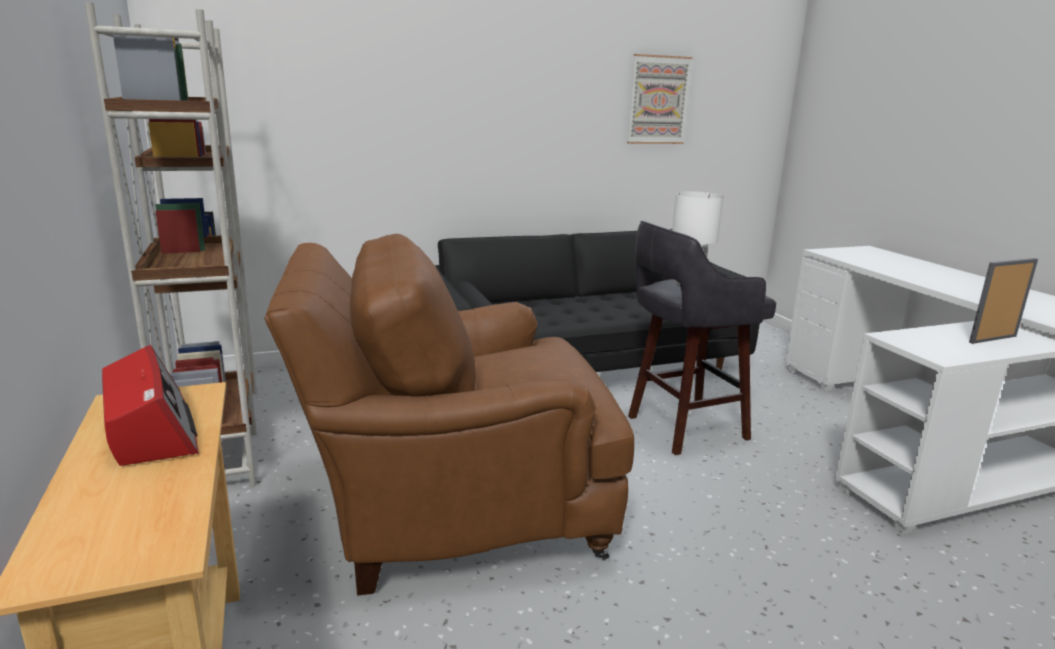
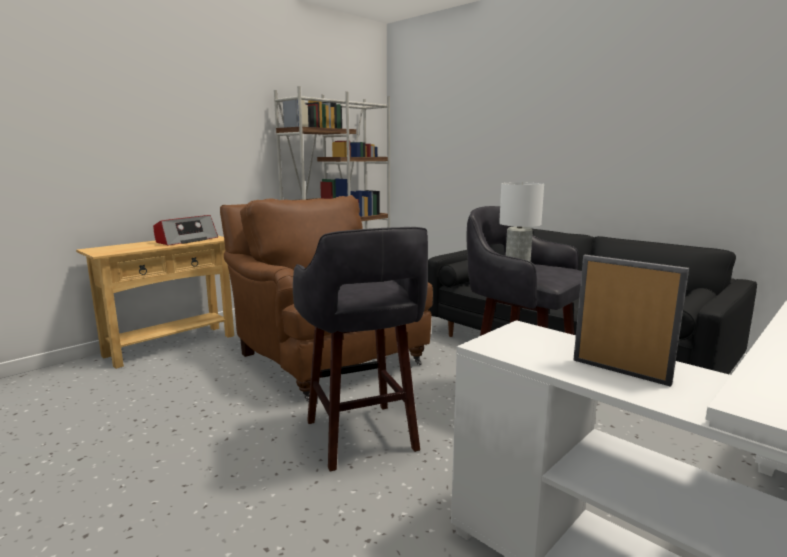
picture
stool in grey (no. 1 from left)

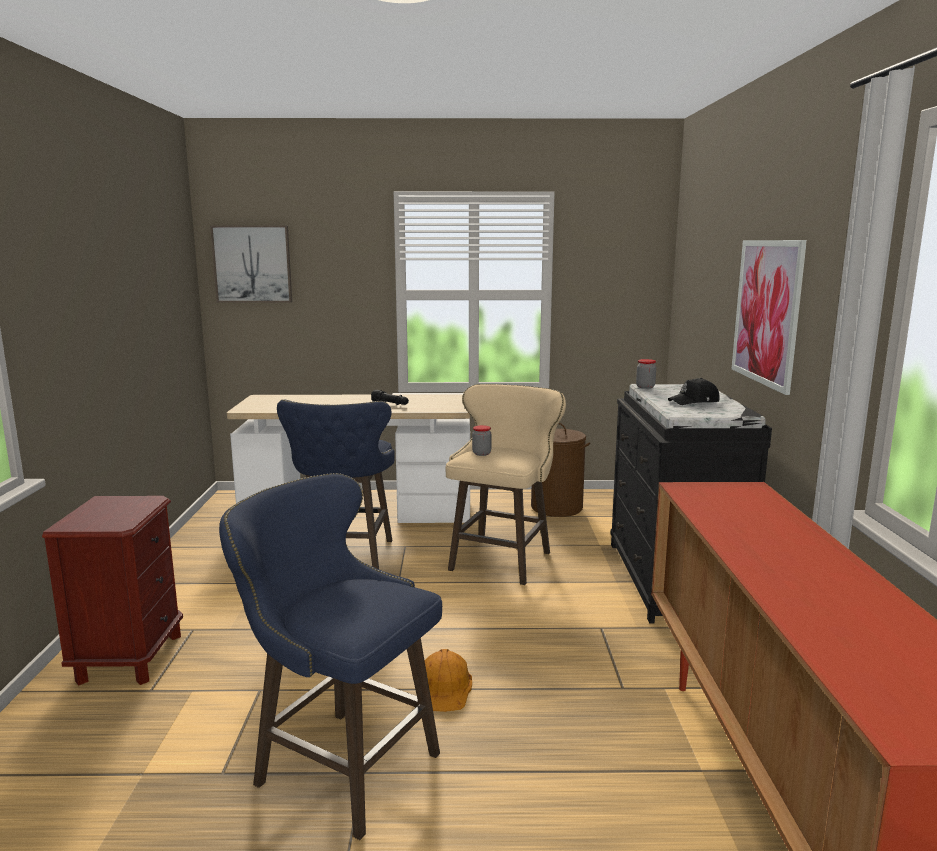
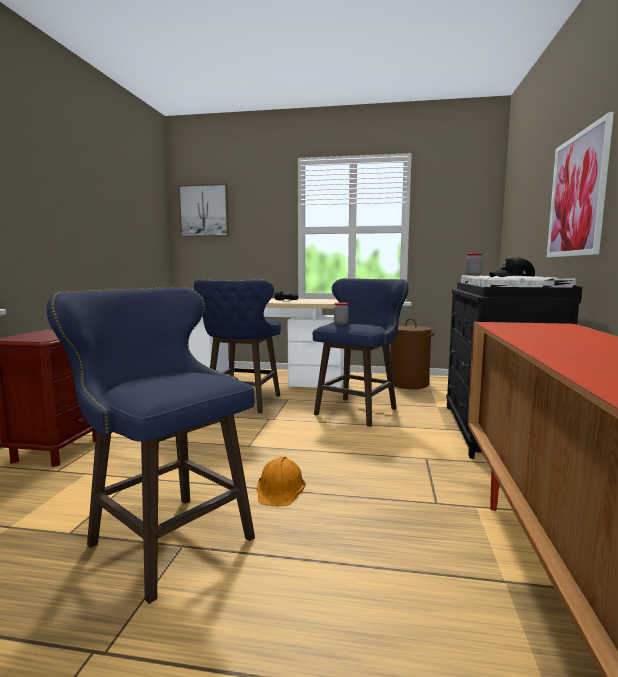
stool in blue (no. 3 from left)

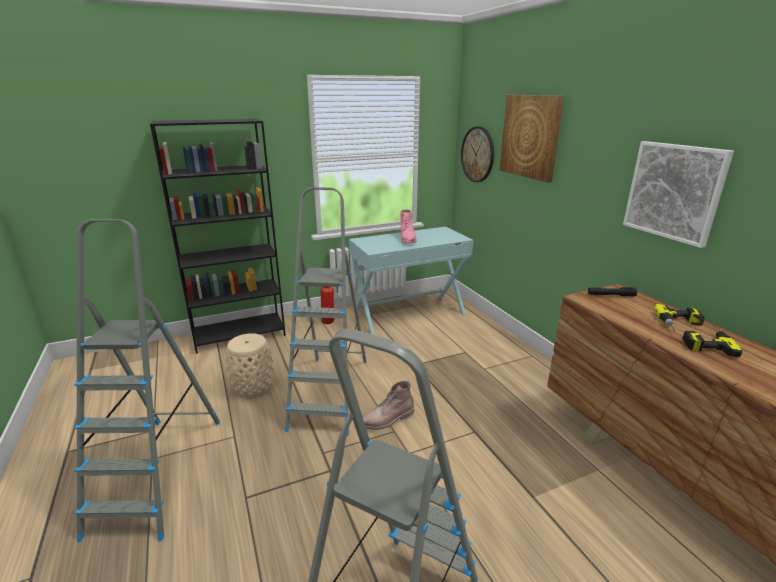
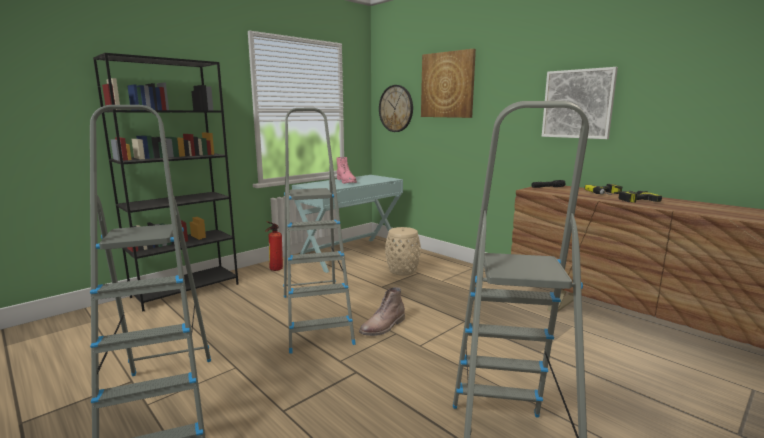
stool in beige

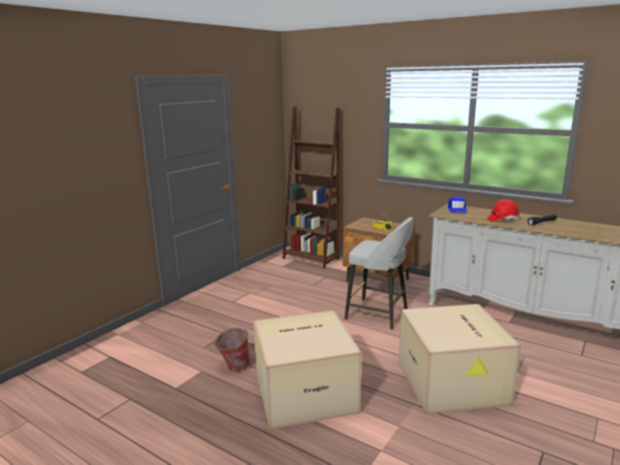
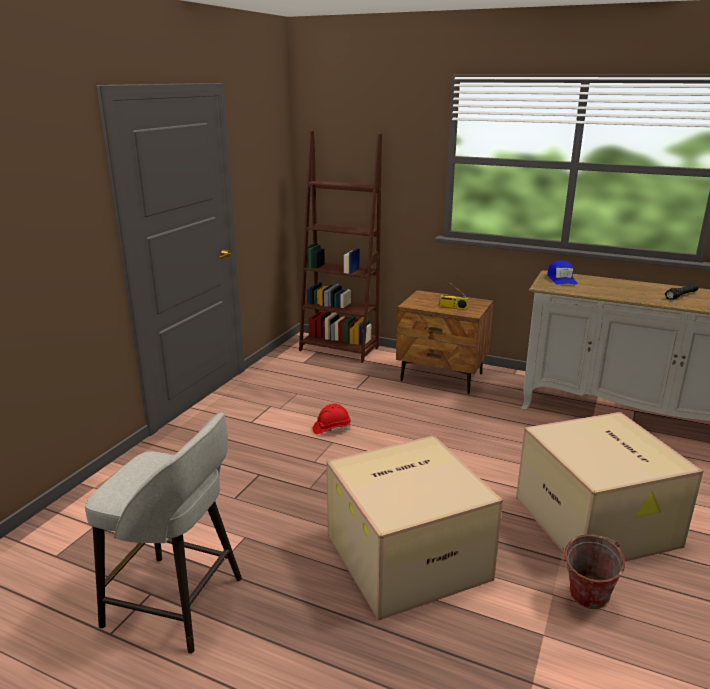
bucket
stool in grey
hard hat in red

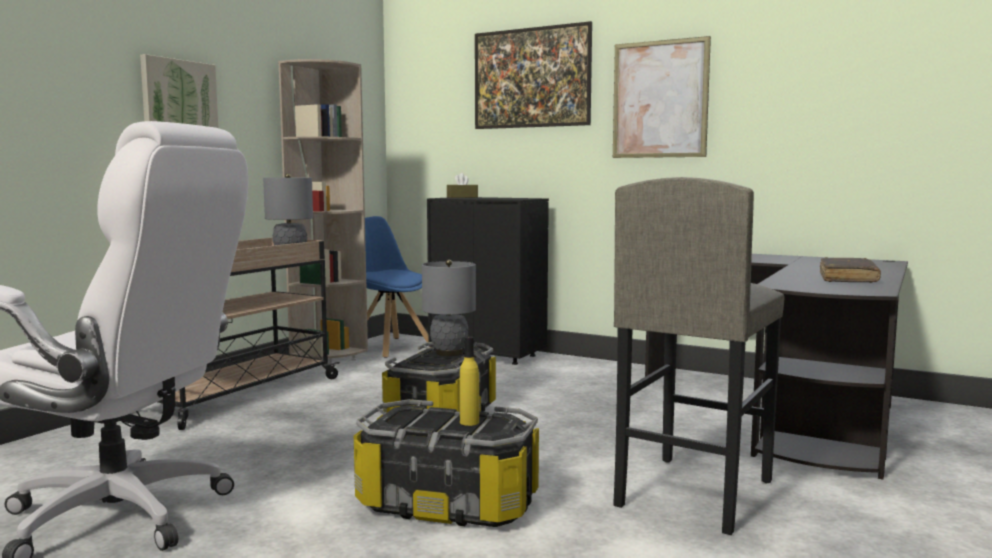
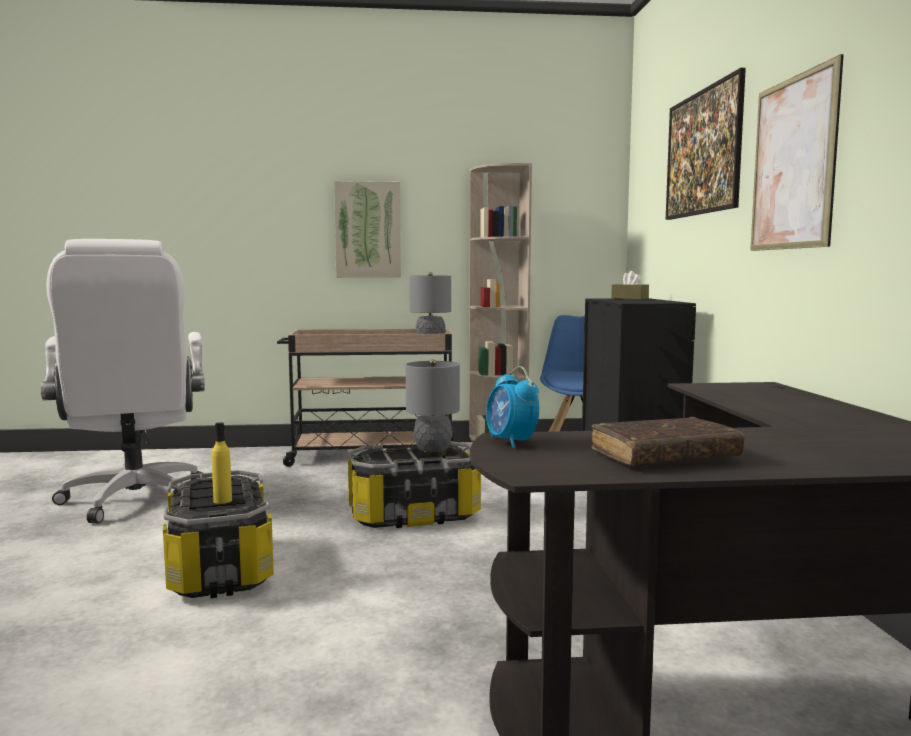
stool in grey
alarm clock

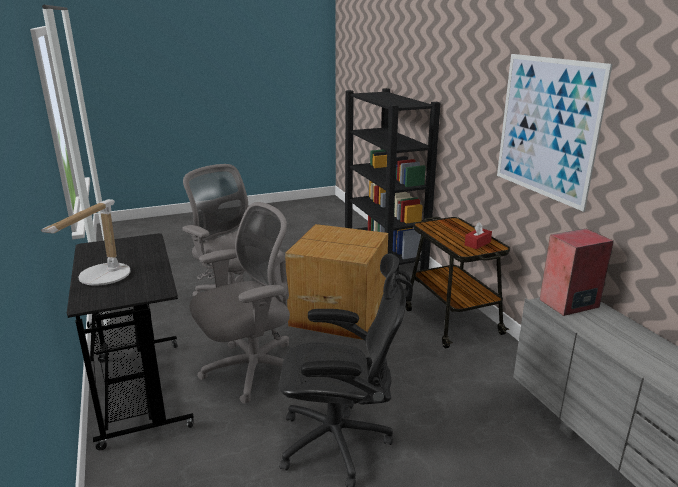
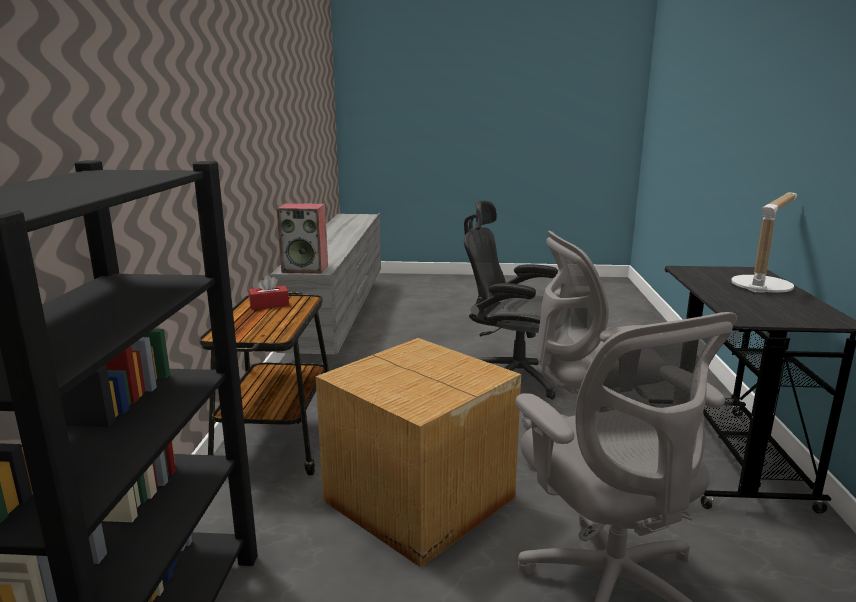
picture

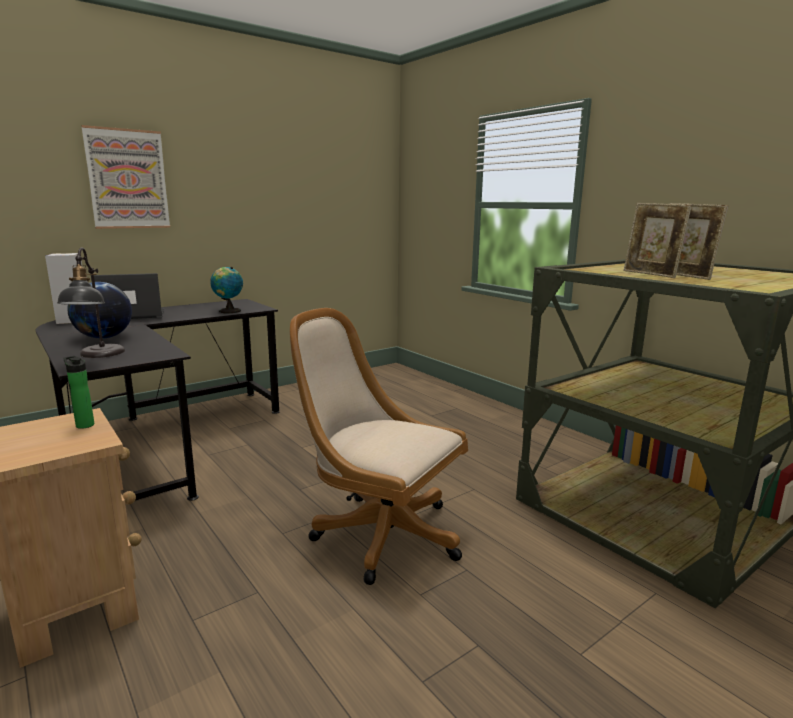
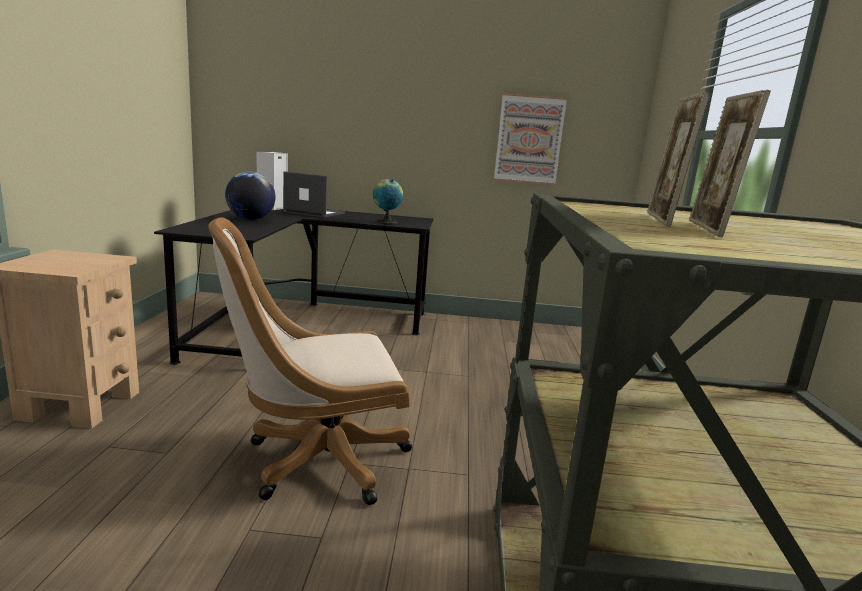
table lamp in grey
bottle
picture
office chair

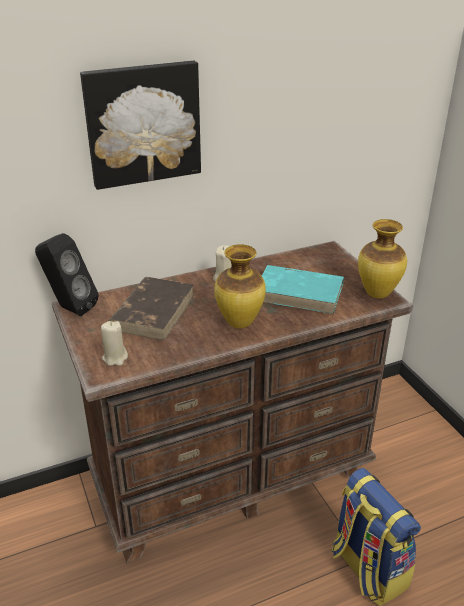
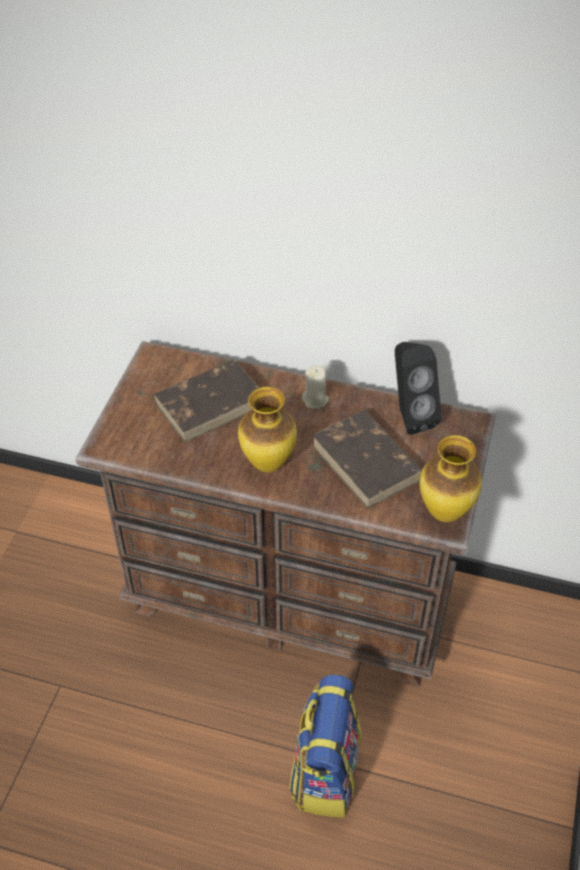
speaker in black
picture
candle in beige (no. 1 from left in the first image)
book in brown (no. 2 from left)

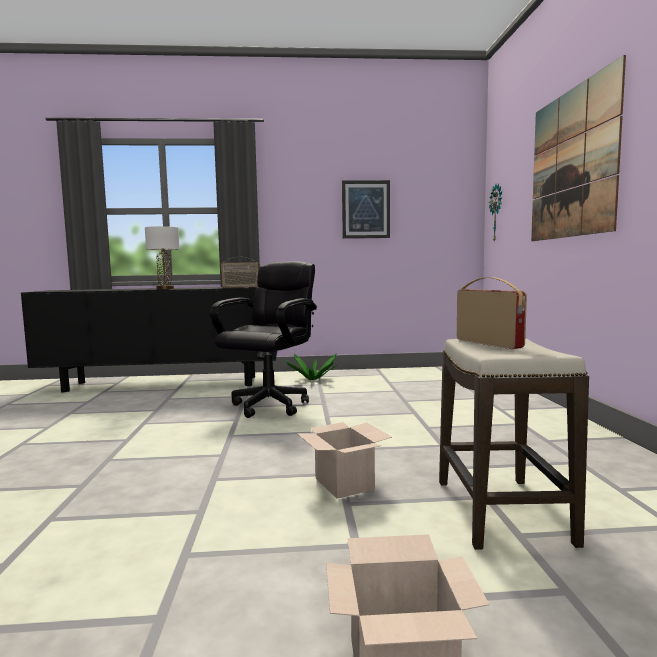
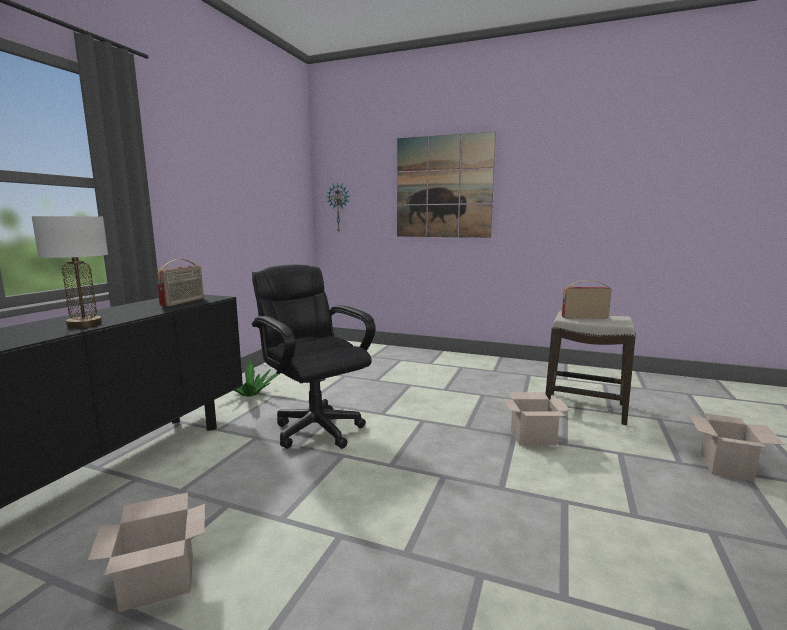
picture (no. 1 from left in the first image)
cardboard box (no. 1 from left)

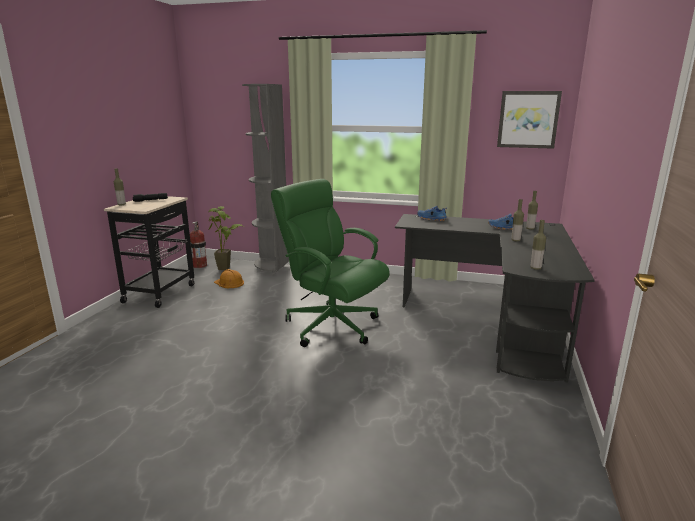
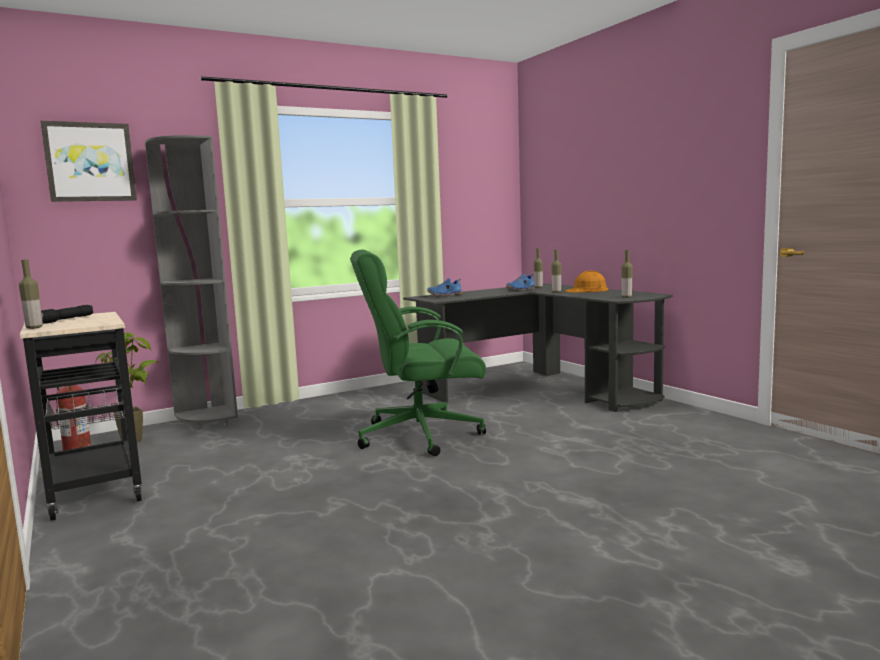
hard hat in orange
picture

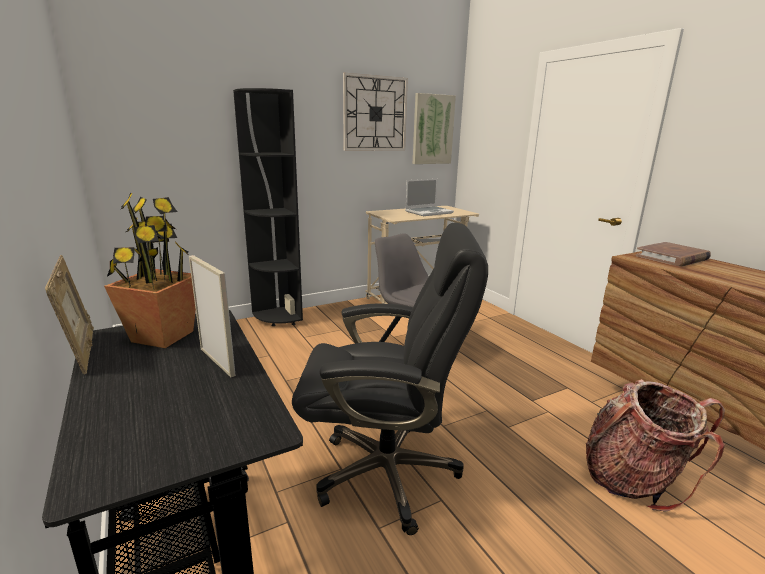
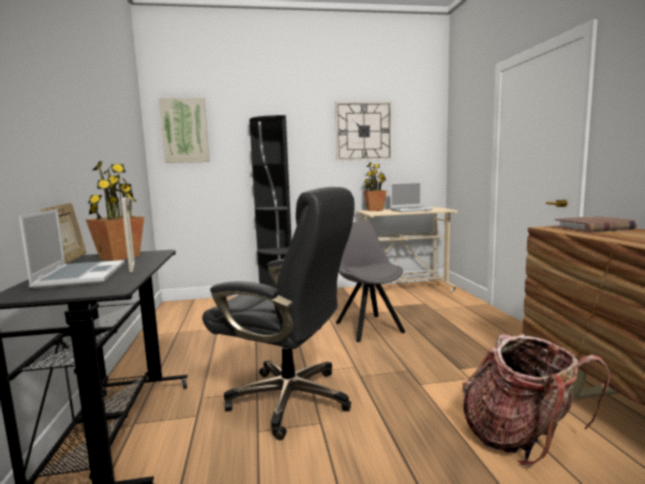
picture
laptop (no. 1 from left)
potted plant (no. 2 from left)

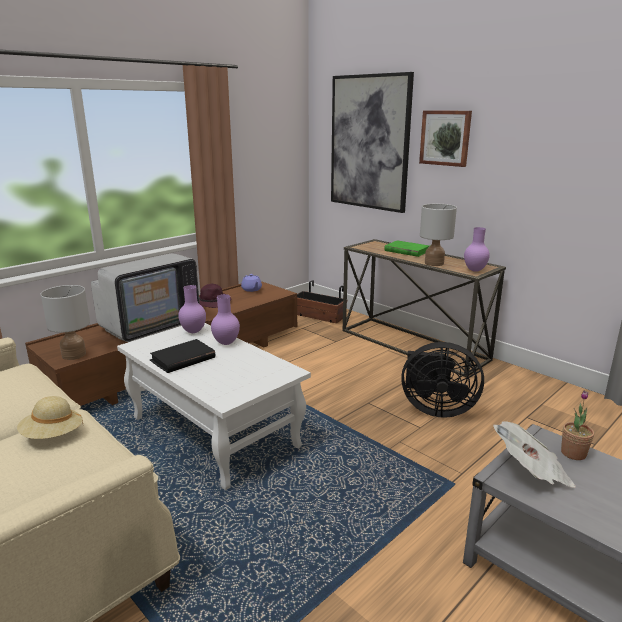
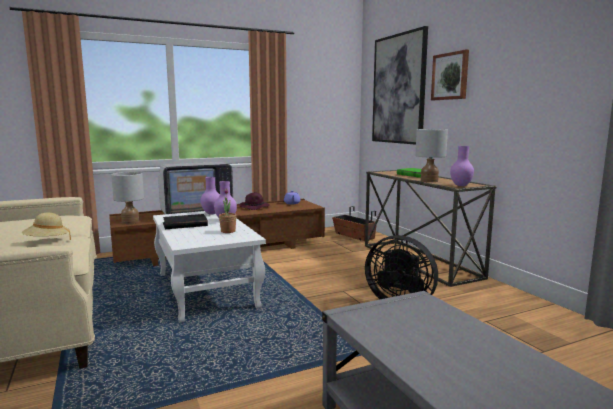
newspaper
potted plant

